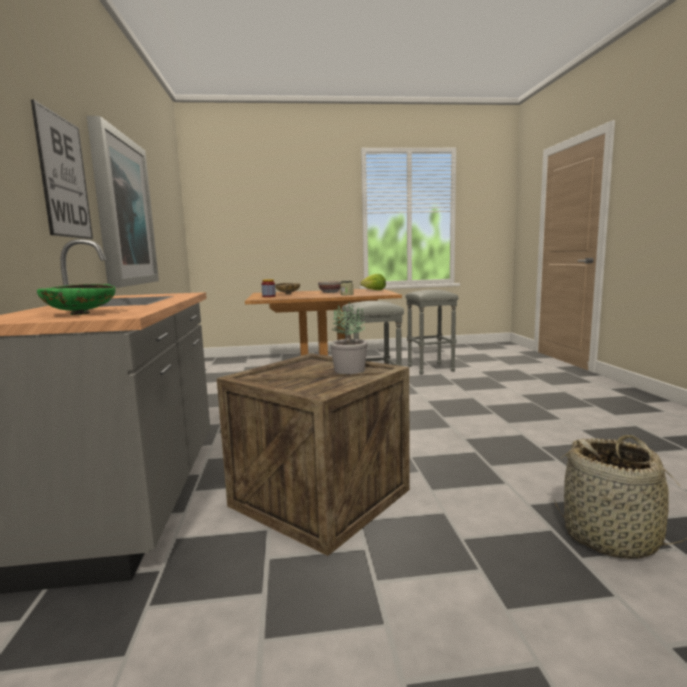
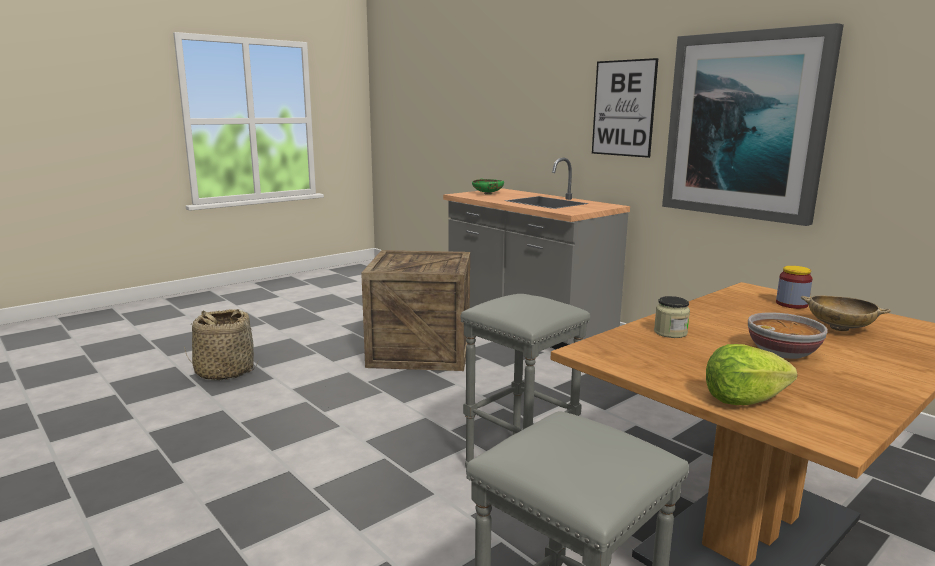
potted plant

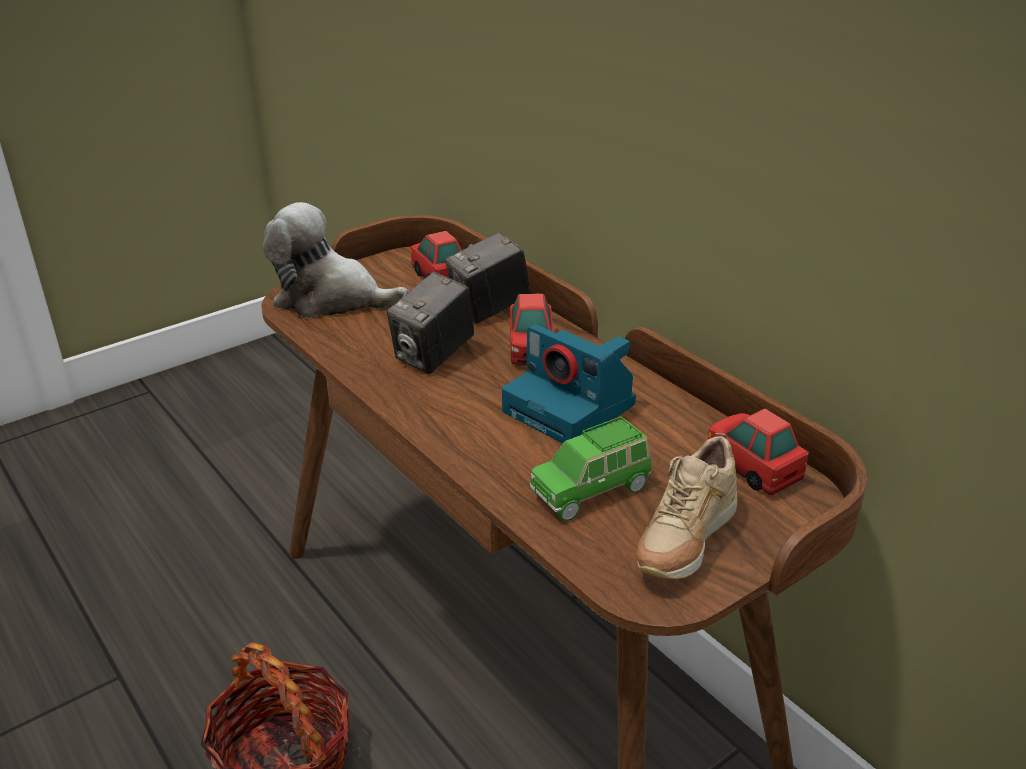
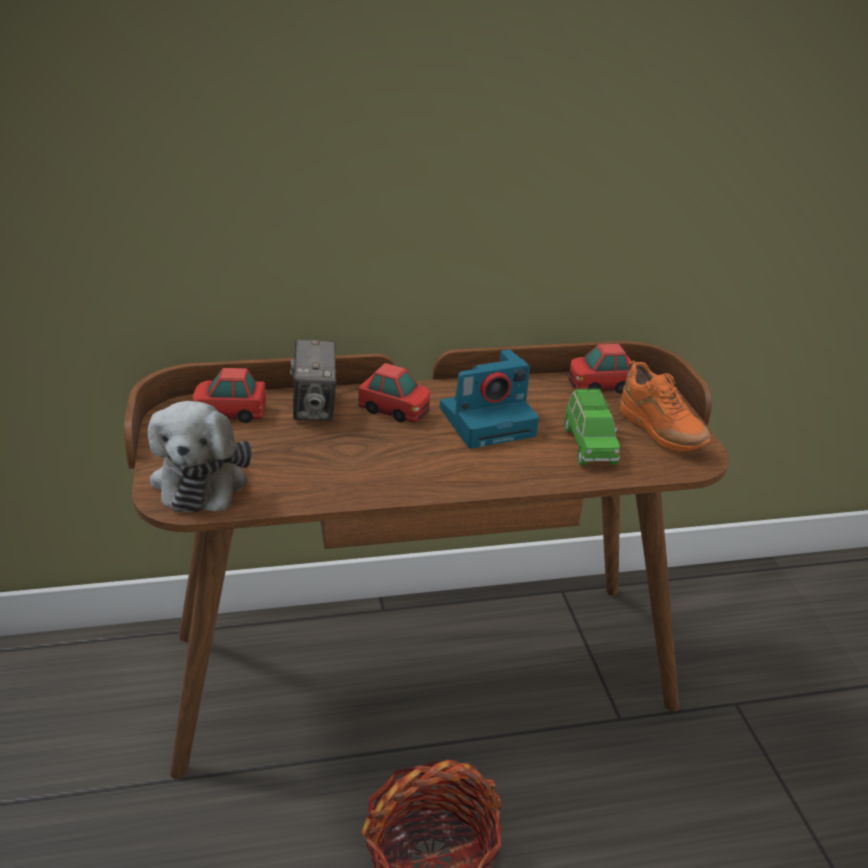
plush toy
photo camera (no. 1 from left in the first image)
shoe in orange

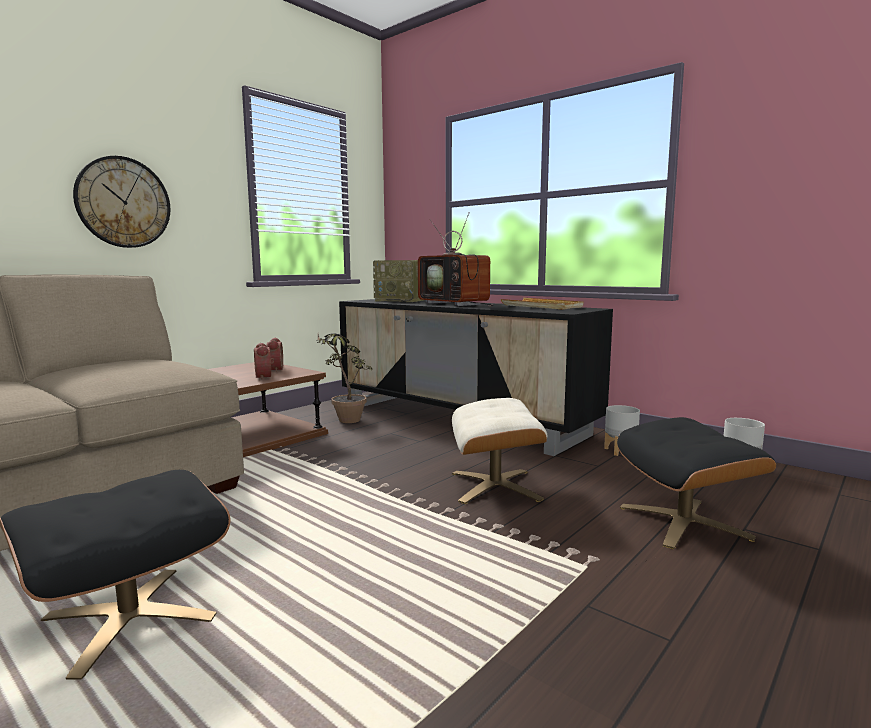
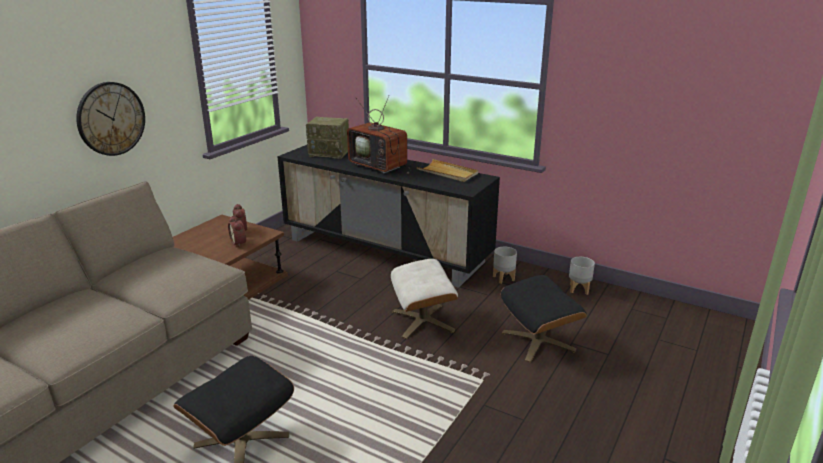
potted plant

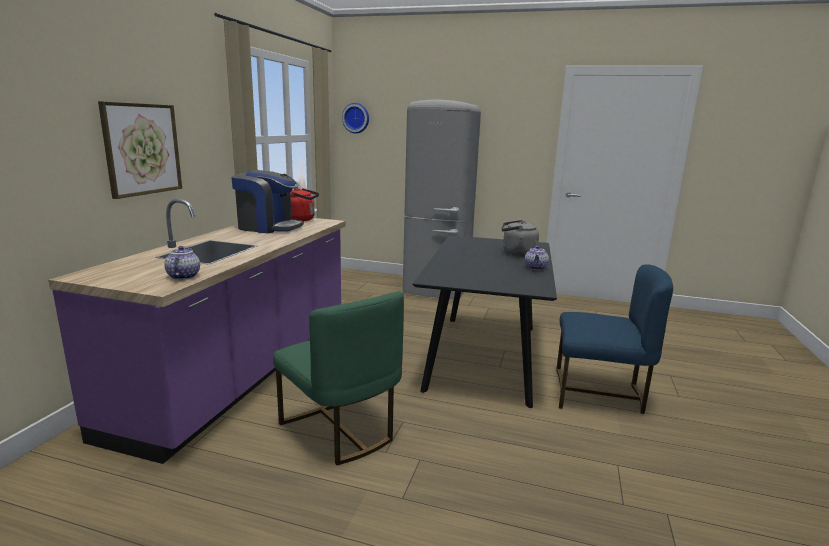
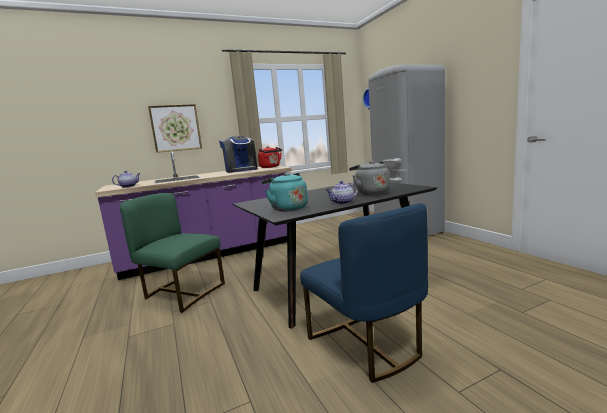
chair in green
kettle in turquoise

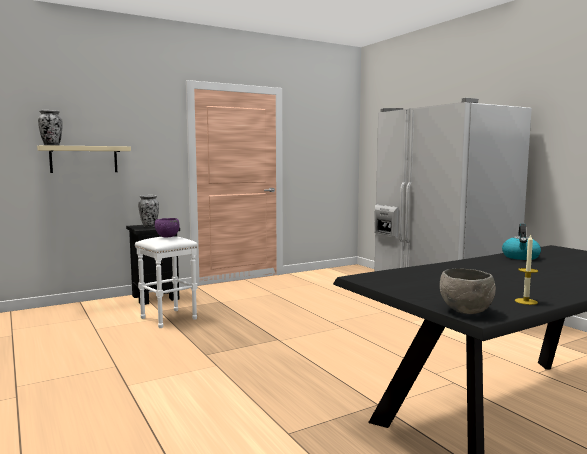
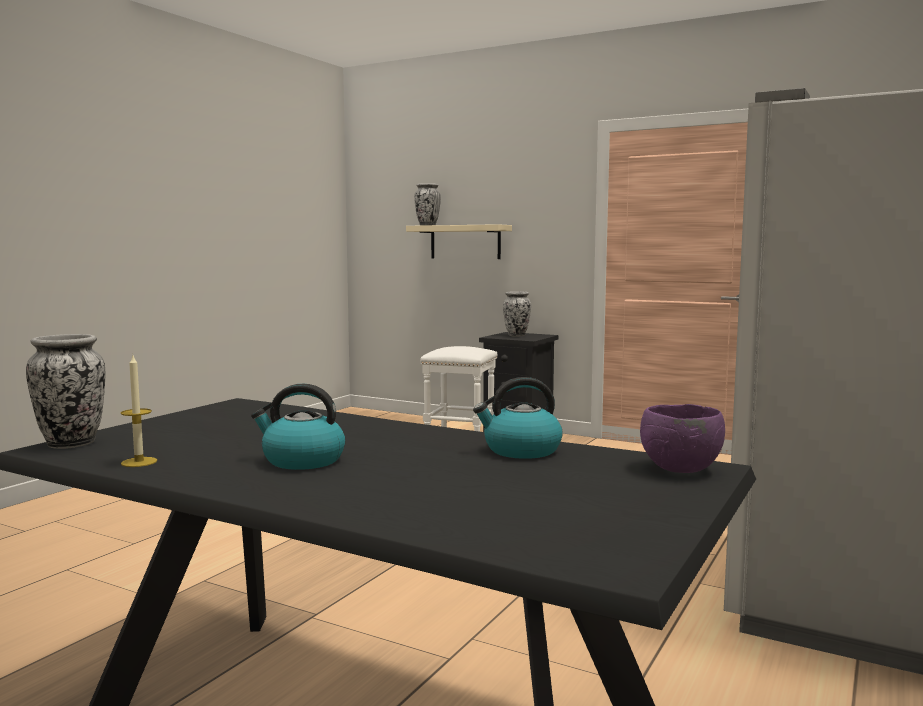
bowl in purple
vase (no. 1 from left)
kettle (no. 1 from left)

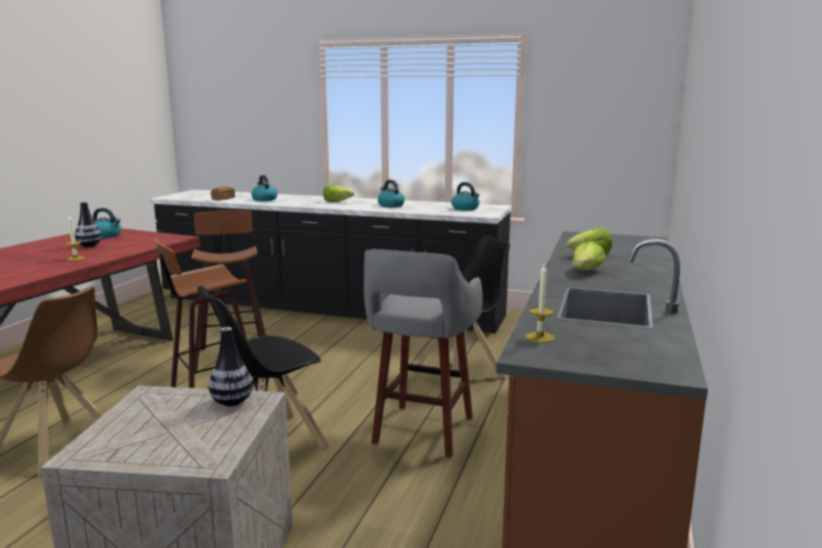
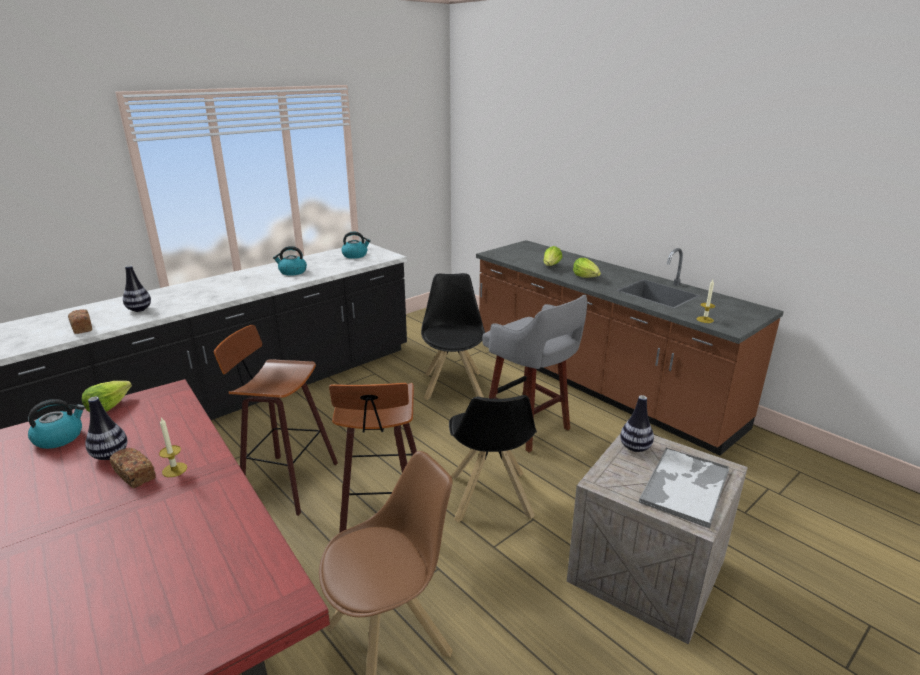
vase (no. 2 from left)
lettuce (no. 1 from left)
bread (no. 2 from left)
tray

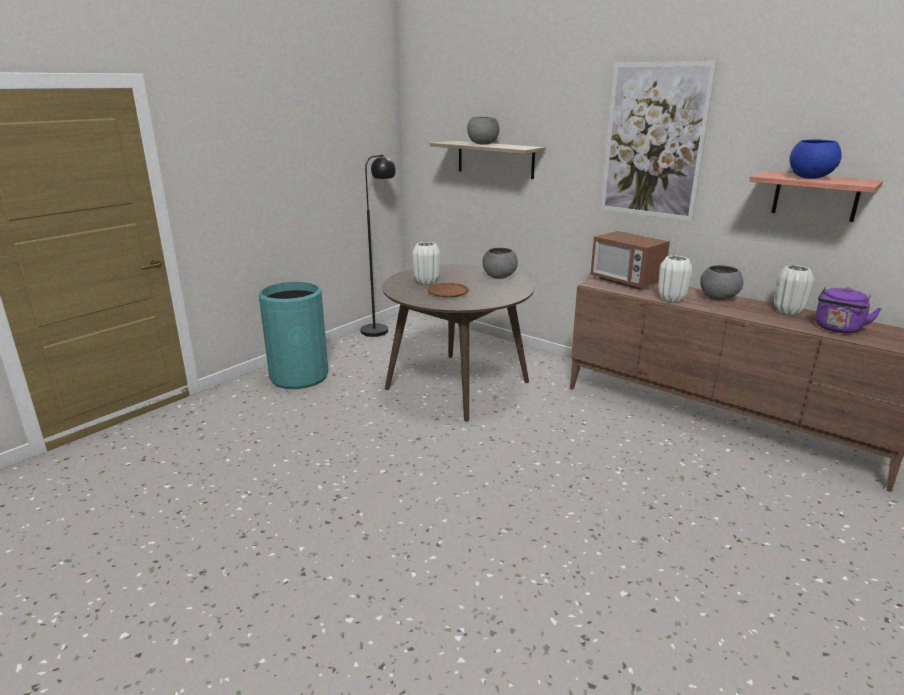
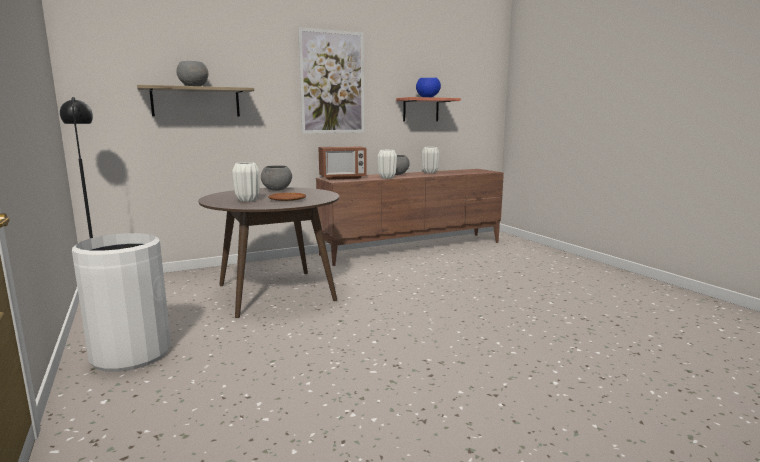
trash can in white
kettle in purple

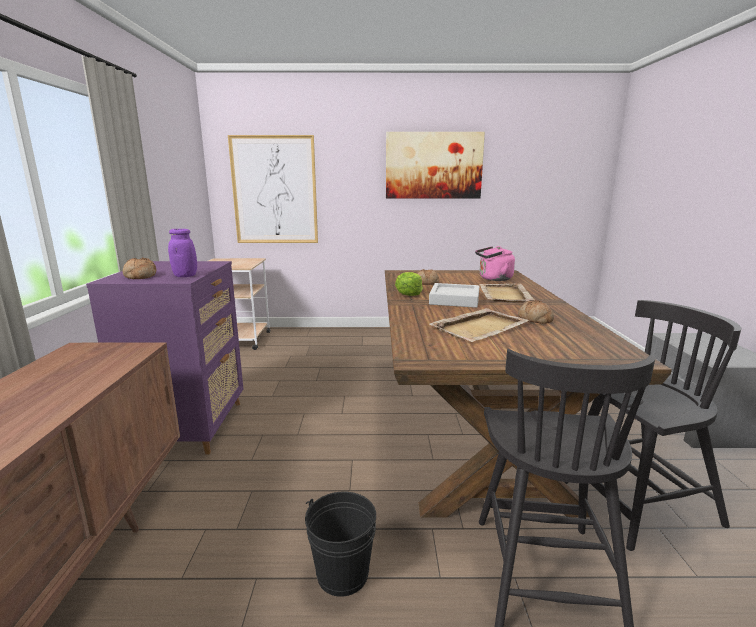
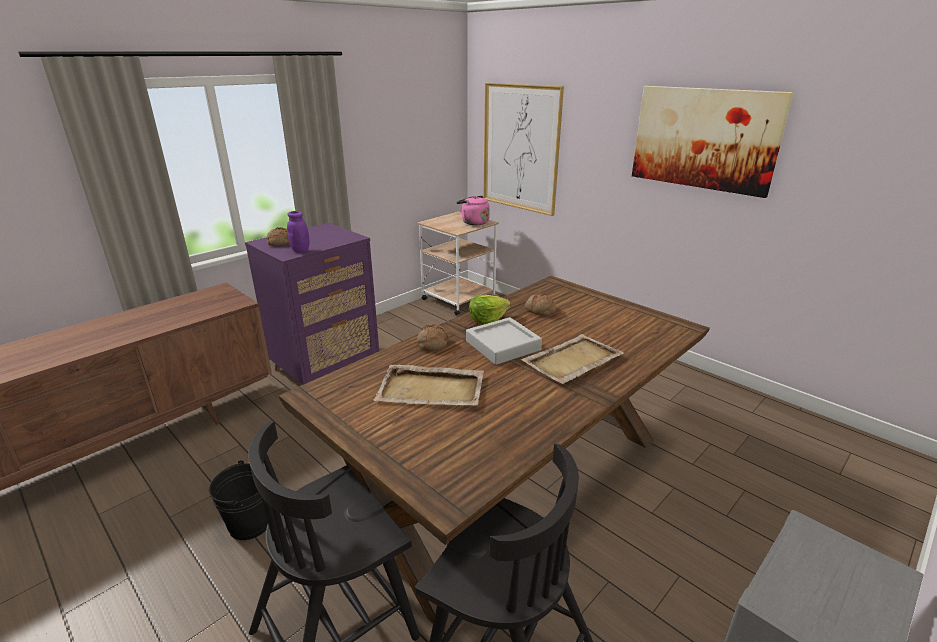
kettle in pink
bread (no. 2 from left)

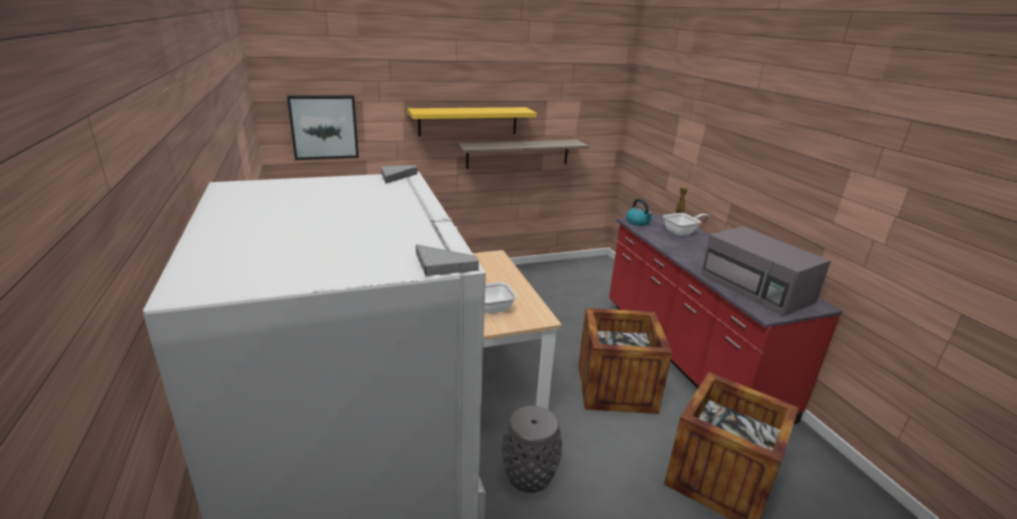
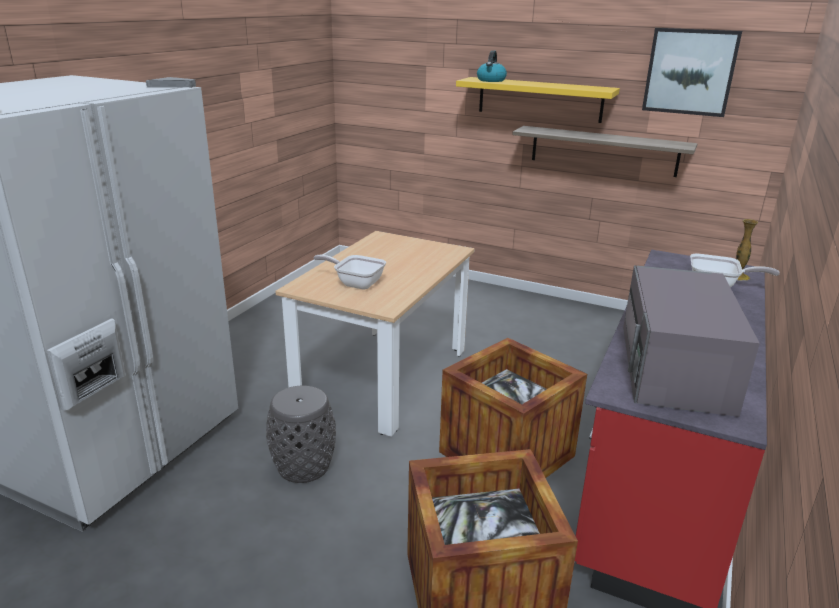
picture
kettle

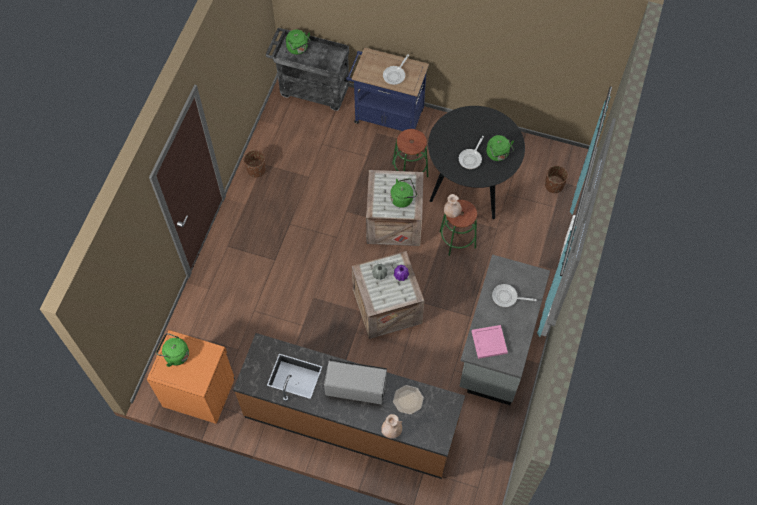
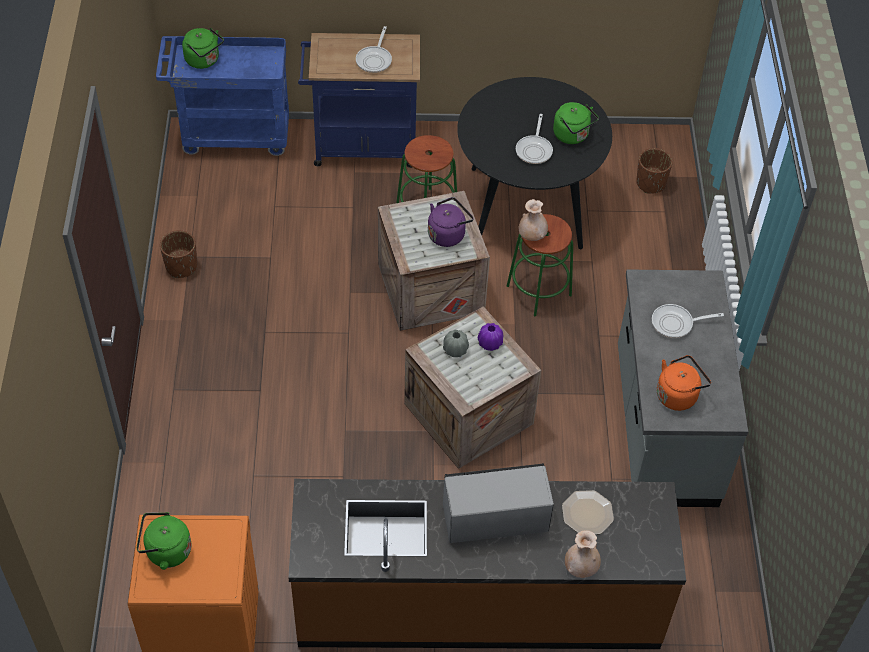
cart in blue (no. 1 from left)
kettle in purple
kettle in orange

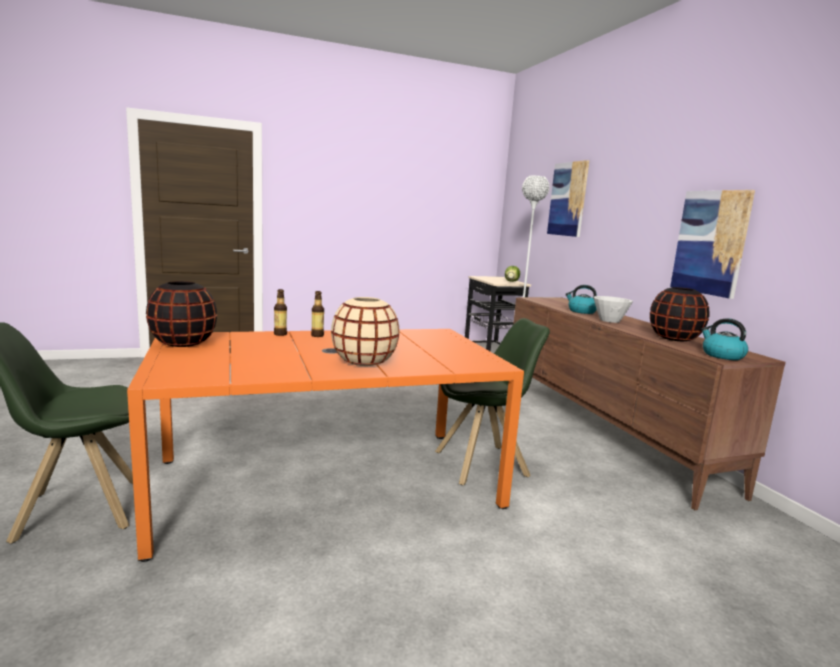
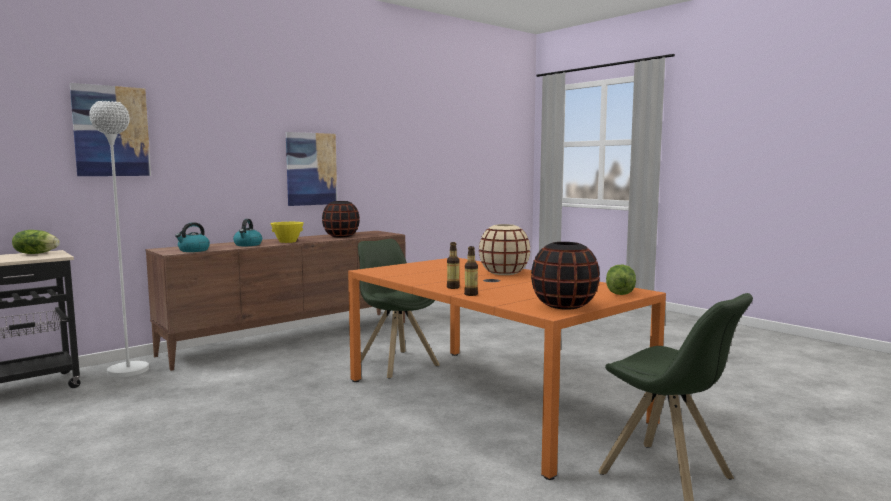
bowl in yellow
kettle (no. 1 from left)
lettuce (no. 2 from left)

